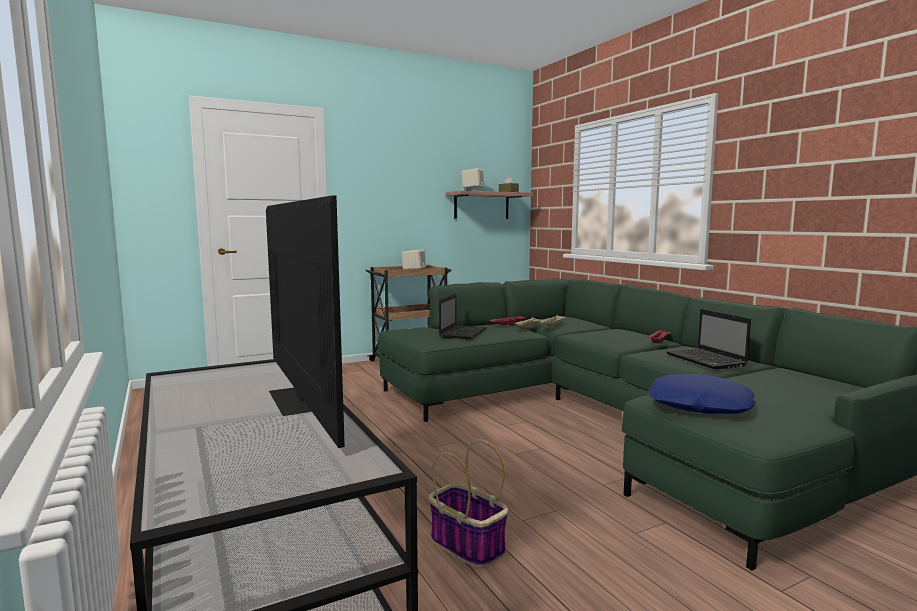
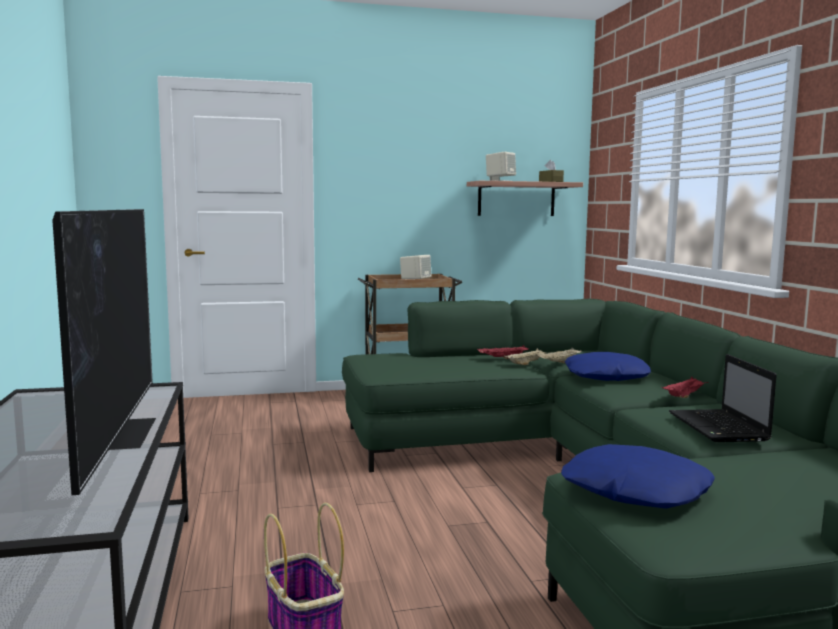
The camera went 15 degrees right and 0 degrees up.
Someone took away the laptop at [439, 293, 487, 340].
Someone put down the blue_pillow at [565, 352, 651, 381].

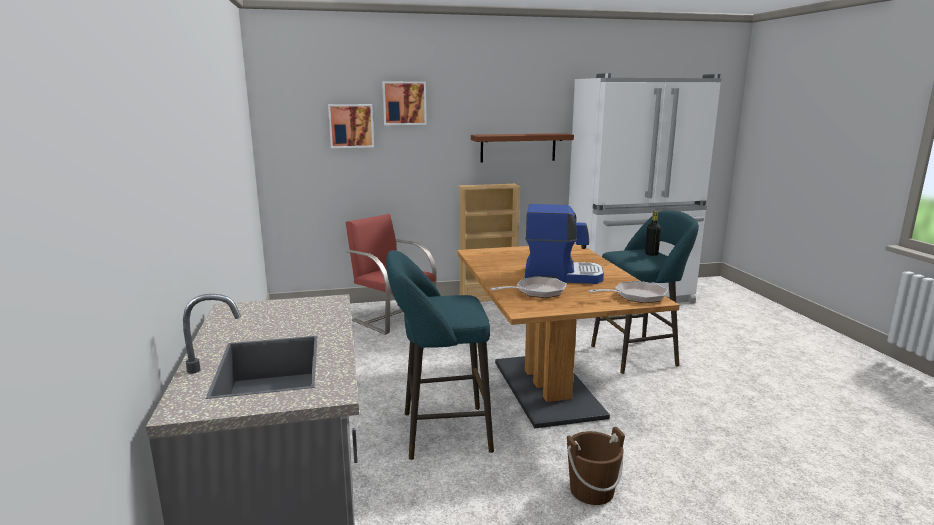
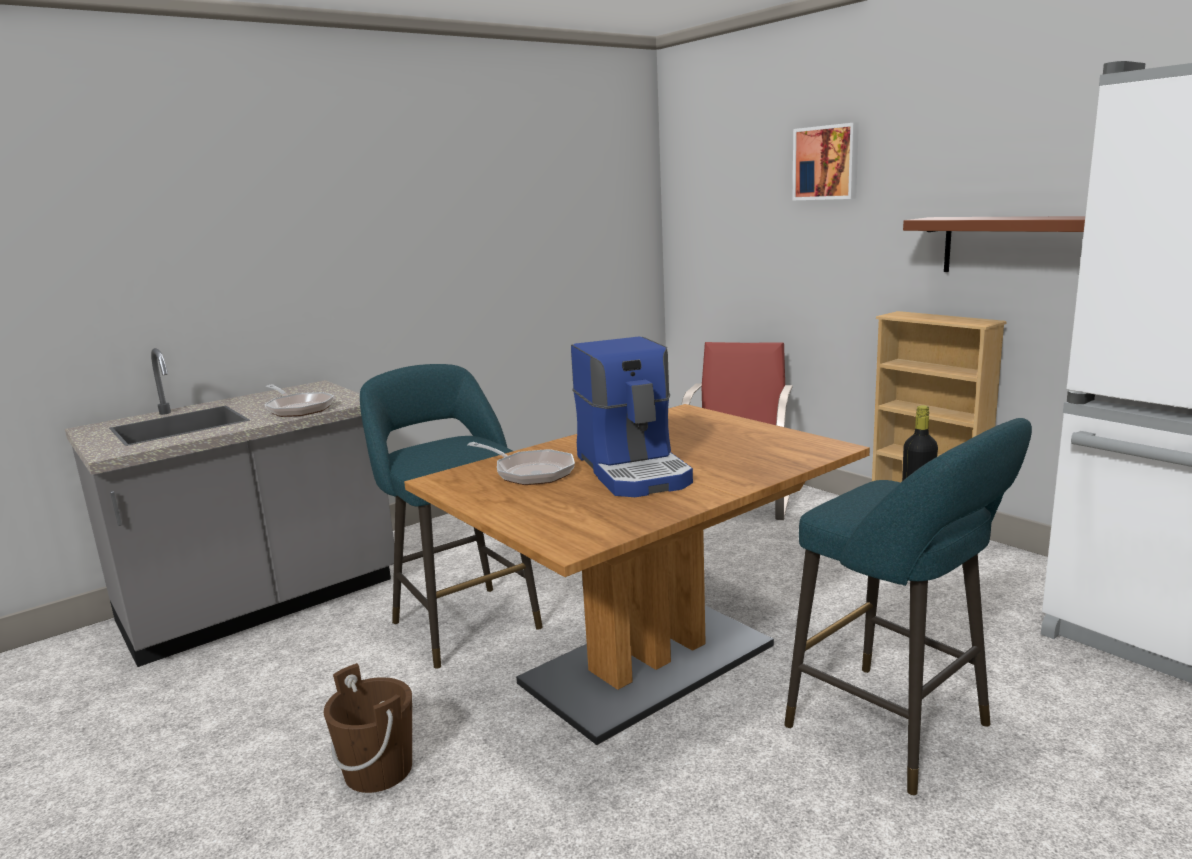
The camera went 65 degrees right and 0 degrees up.
Someone took away the picture at [328, 104, 374, 148].
Someone carried the frying_pan from [588, 281, 668, 303] to [264, 385, 334, 417].

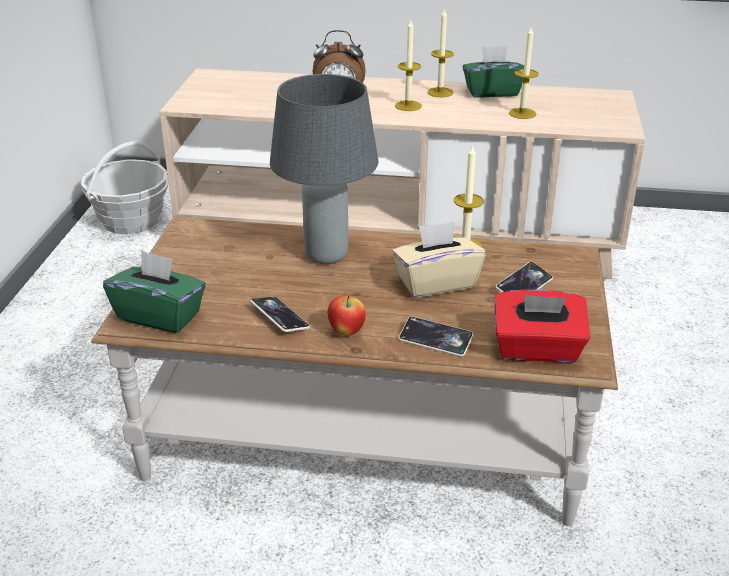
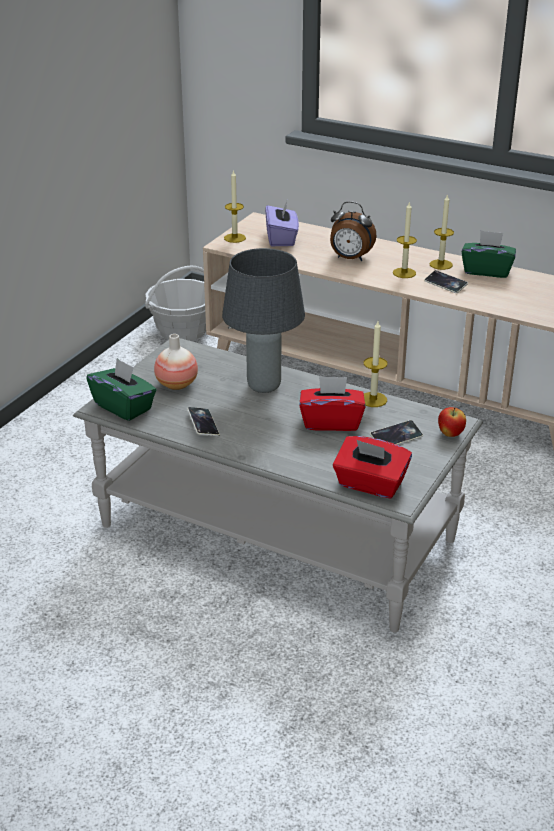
The camera went 20 degrees right and 0 degrees up.
Someone put down the vase at [154, 334, 198, 390].
Someone put down the purple_tissue_box at [265, 201, 299, 246].
Someone carried the apple from [328, 296, 366, 336] to [438, 407, 466, 437].
Someone carried the phone from [399, 316, 474, 357] to [424, 270, 468, 293].
Someone carried the candle from [509, 27, 539, 119] to [224, 170, 246, 243].
Someone repainted the brown_coffee_table at [91, 217, 618, 526], which became the grey_coffee_table at [73, 338, 483, 632].
Someone repainted the beige_tissue_box at [392, 221, 486, 298], which became the red_tissue_box at [299, 376, 365, 431].

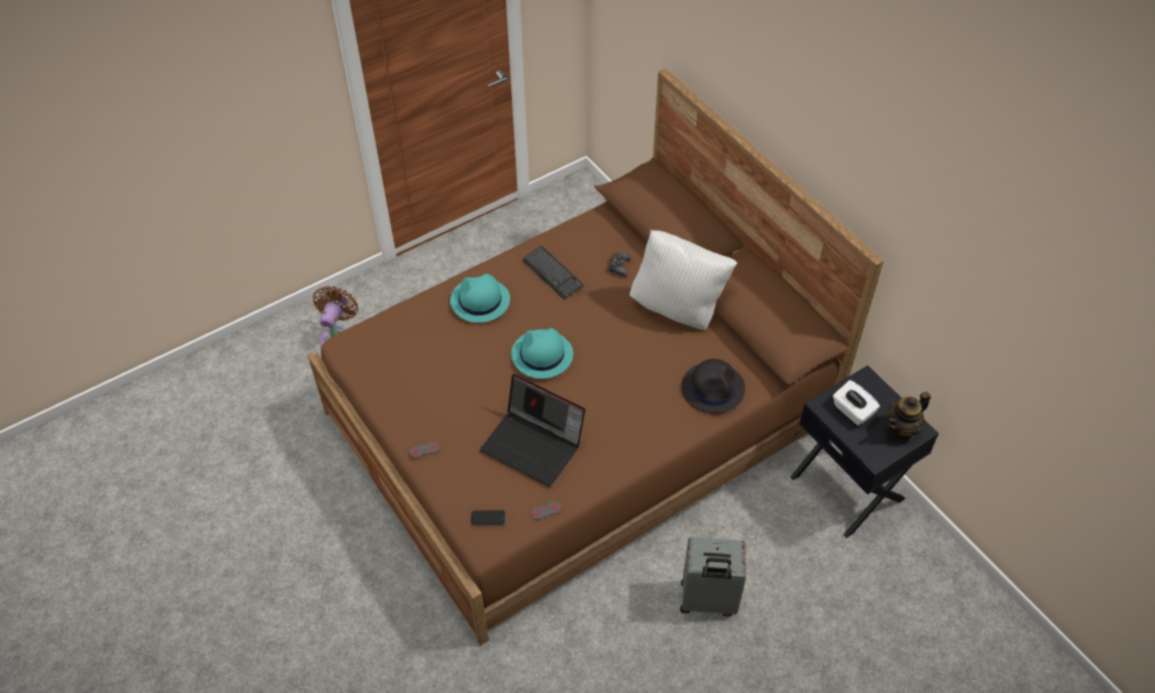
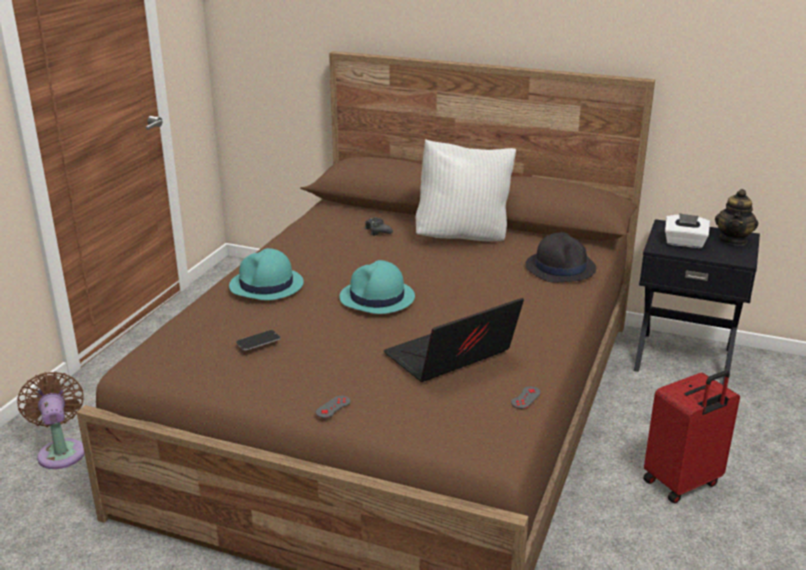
The camera went 35 degrees left and 25 degrees down.
Someone took away the keyboard at [522, 246, 583, 300].
Someone carried the phone from [471, 510, 506, 526] to [236, 330, 280, 350].
Someone repainted the grey_suitcase at [680, 537, 746, 616], which became the red_suitcase at [643, 371, 740, 503].
Someone rotated the laptop at [480, 374, 585, 487] by 150 degrees clockwise.

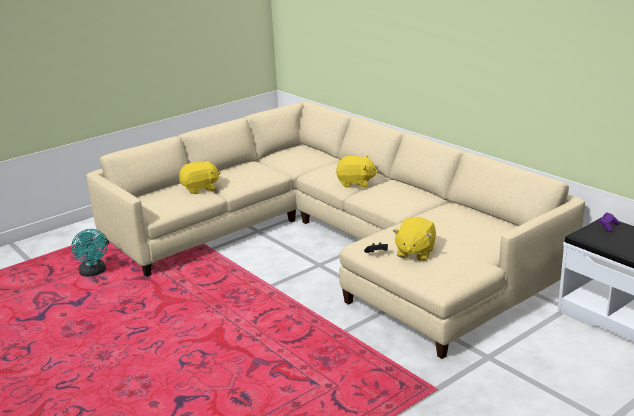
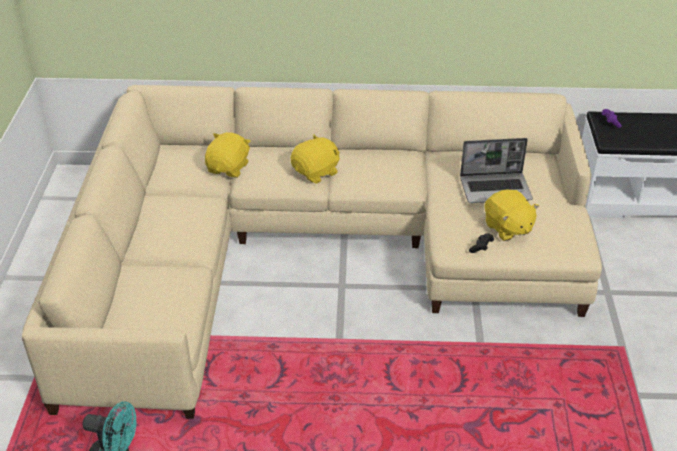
The camera went 50 degrees left and 15 degrees up.
Someone put down the laptop at [460, 138, 533, 203].
Someone carried the yellow_plush_toy from [179, 160, 220, 194] to [205, 132, 251, 177].

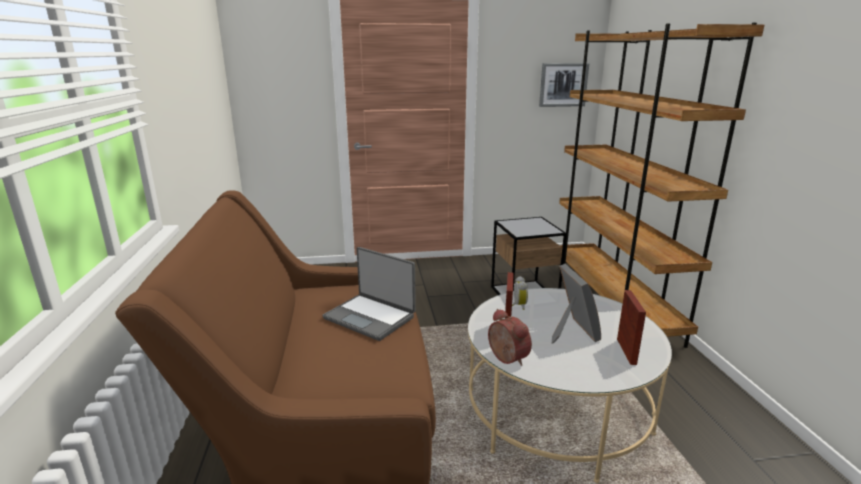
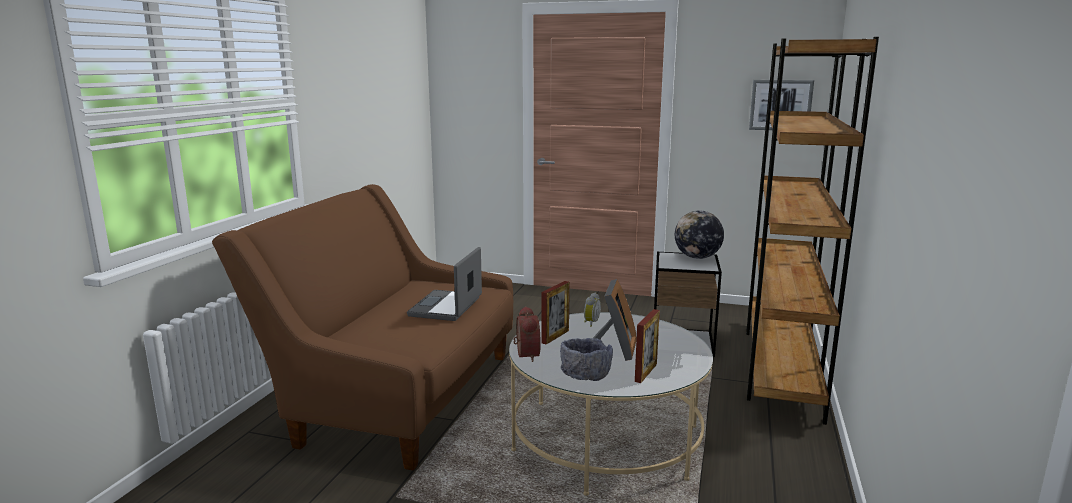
The camera went 25 degrees right and 5 degrees down.
Someone put down the grey_bowl at [560, 338, 613, 381].
Someone put down the globe at [675, 210, 724, 259].
Someone rotated the laptop at [322, 247, 416, 341] by 45 degrees clockwise.

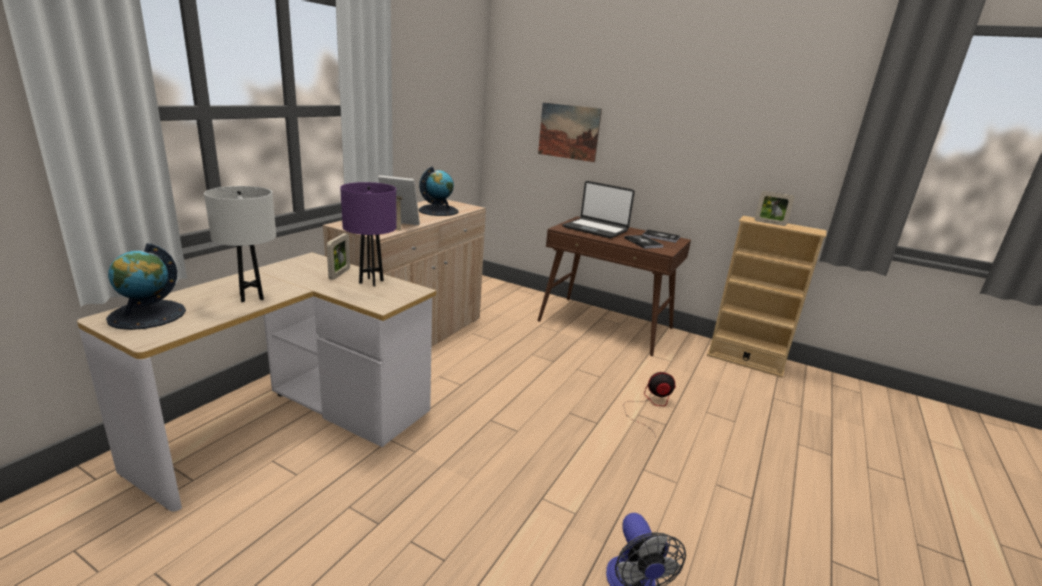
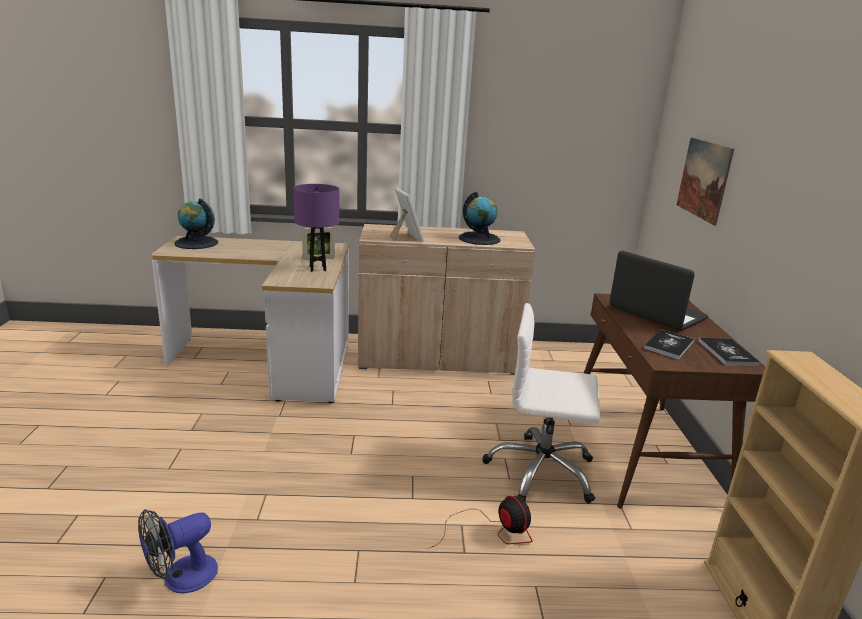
The camera went 60 degrees right and 0 degrees up.
Someone took away the white_table_lamp at [204, 186, 276, 302].
Someone took away the picture_frame at [755, 191, 794, 226].
Someone put down the white_office_chair at [482, 303, 600, 504].
Someone rotated the laptop at [563, 181, 635, 238] by 135 degrees clockwise.

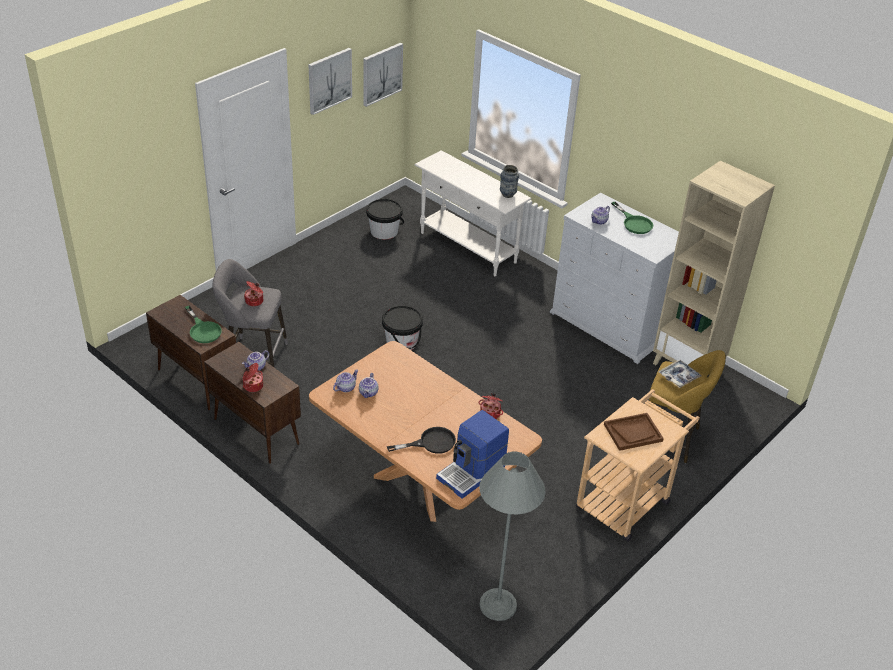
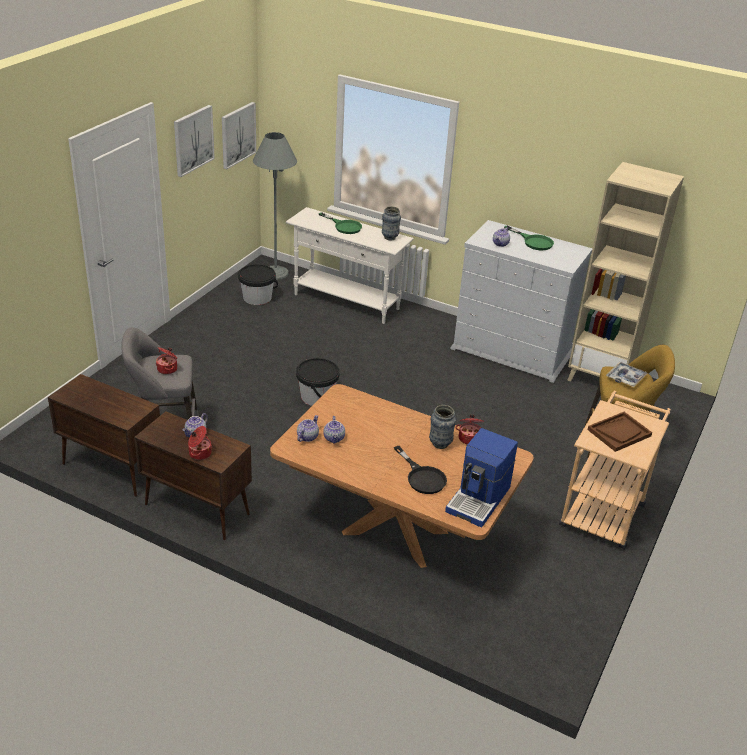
The camera went 15 degrees left and 5 degrees down.
Someone put down the vase at [429, 405, 456, 449].
Someone carried the green_frying_pan from [185, 306, 222, 343] to [319, 212, 362, 234].
Someone carried the grey_floor_lamp from [479, 451, 546, 621] to [253, 132, 297, 280].
Someone rotated the black_frying_pan at [387, 427, 456, 454] by 90 degrees clockwise.

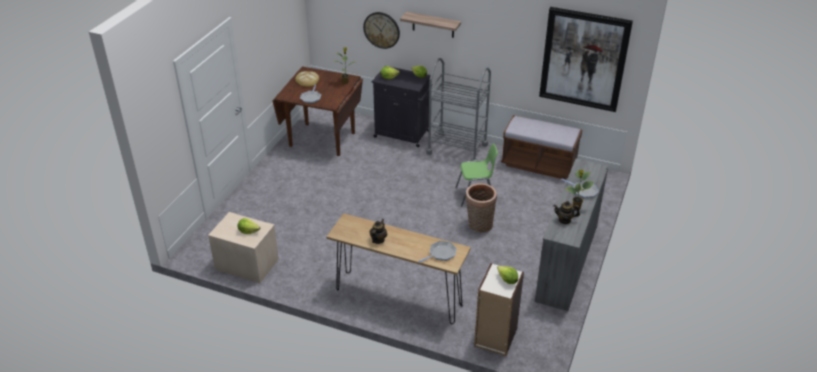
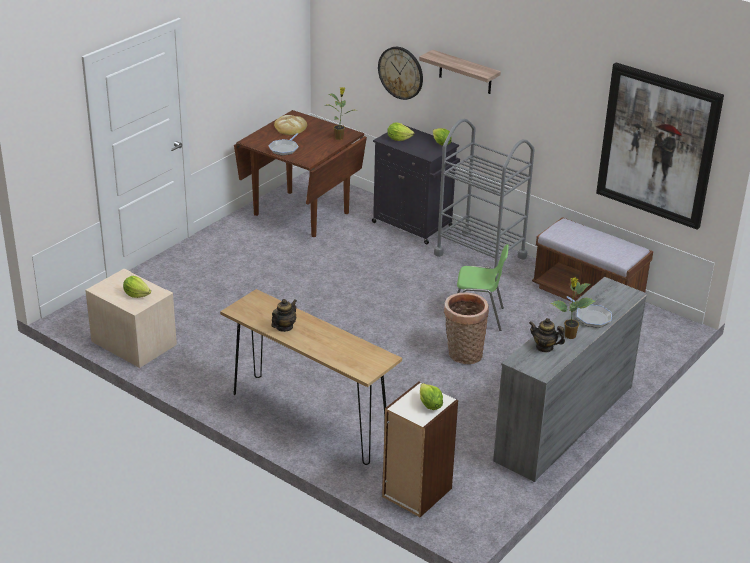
The camera went 15 degrees right and 5 degrees down.
Someone took away the frying_pan at [418, 241, 457, 263].

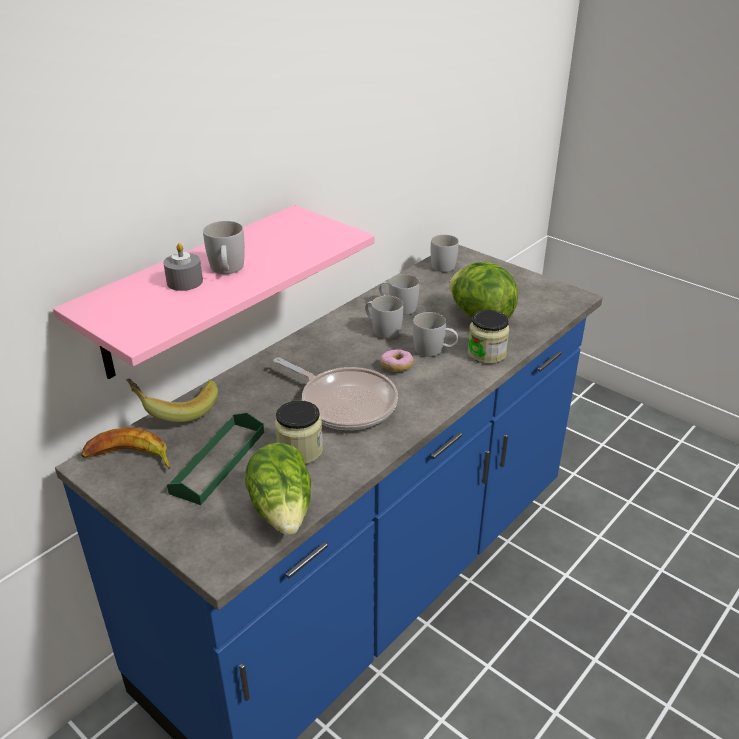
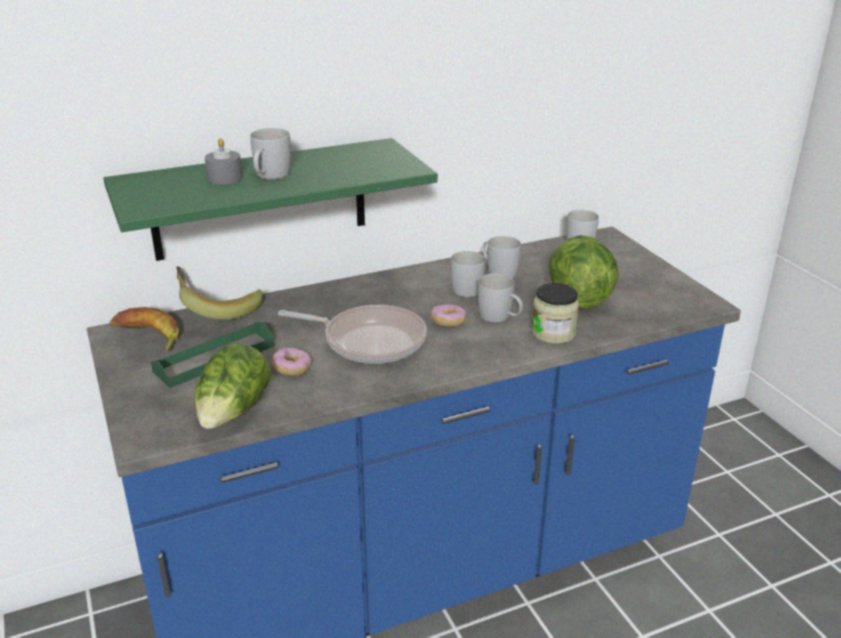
The camera went 25 degrees right and 5 degrees down.
Someone swapped the jar at [275, 400, 323, 464] for the donut at [272, 348, 312, 376].
Someone repainted the pink_shelf at [53, 205, 375, 379], which became the green_shelf at [103, 138, 438, 261].
Someone rotated the frying_pan at [273, 357, 398, 430] by 45 degrees counterclockwise.

